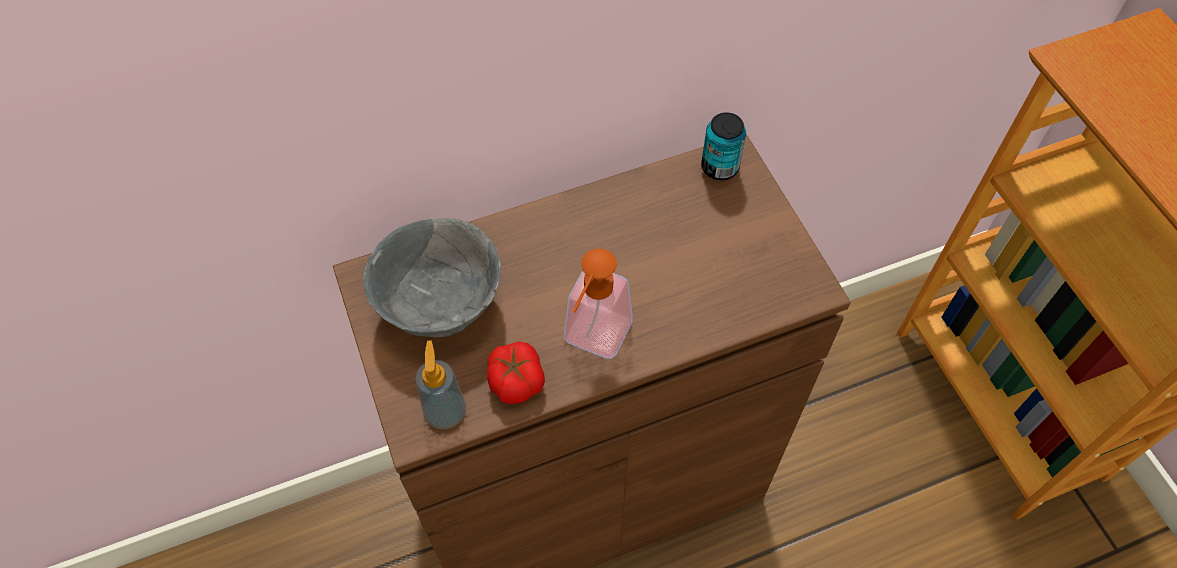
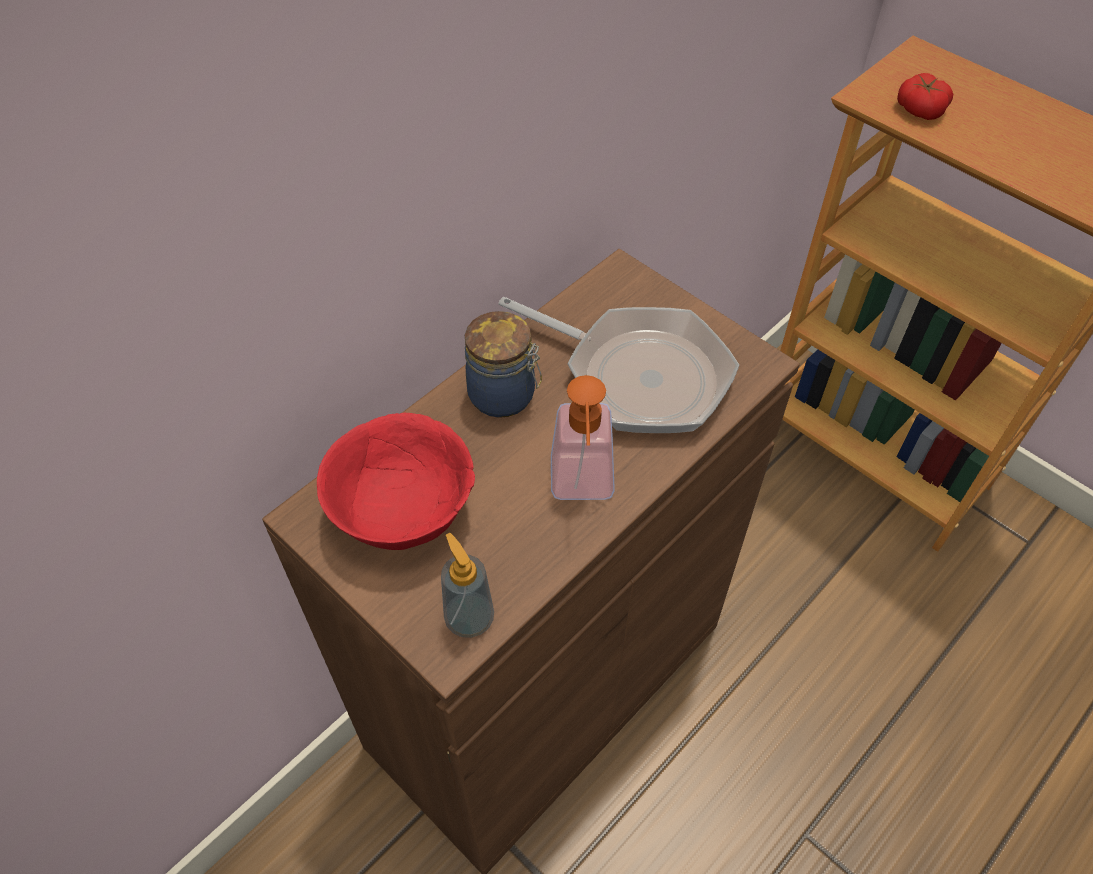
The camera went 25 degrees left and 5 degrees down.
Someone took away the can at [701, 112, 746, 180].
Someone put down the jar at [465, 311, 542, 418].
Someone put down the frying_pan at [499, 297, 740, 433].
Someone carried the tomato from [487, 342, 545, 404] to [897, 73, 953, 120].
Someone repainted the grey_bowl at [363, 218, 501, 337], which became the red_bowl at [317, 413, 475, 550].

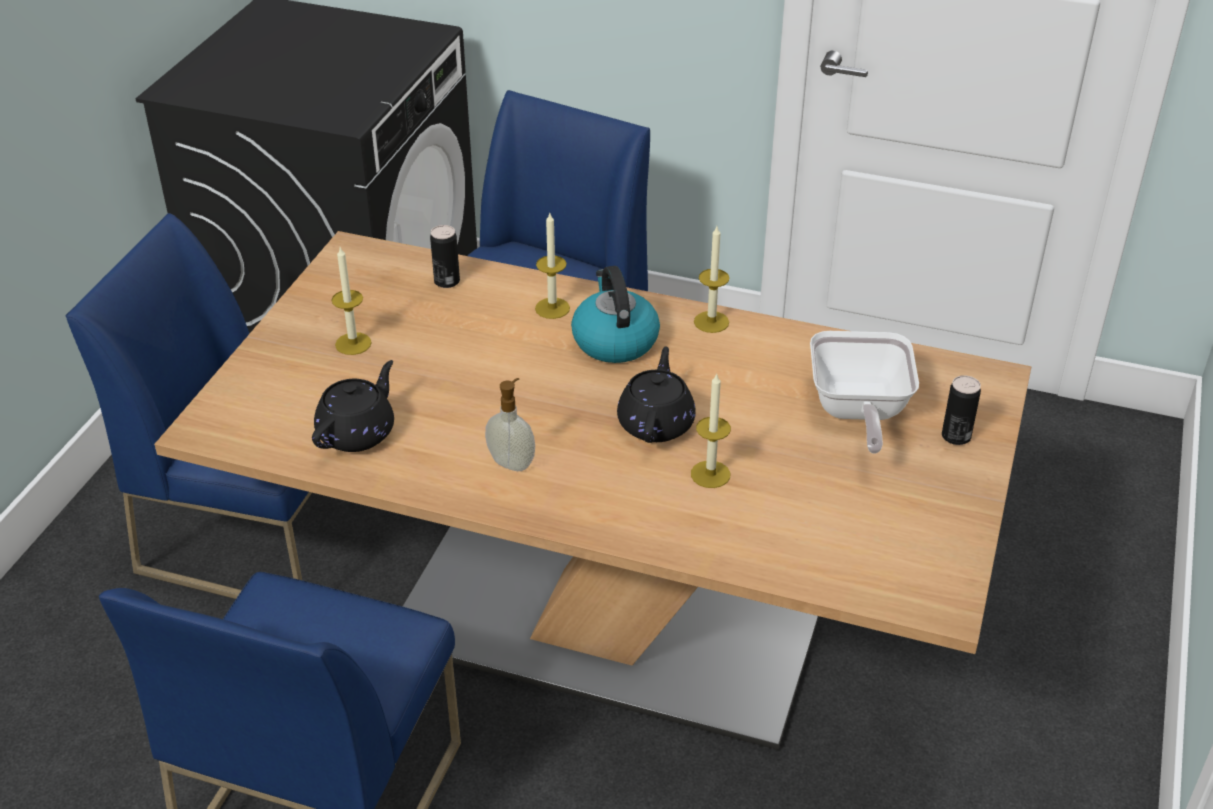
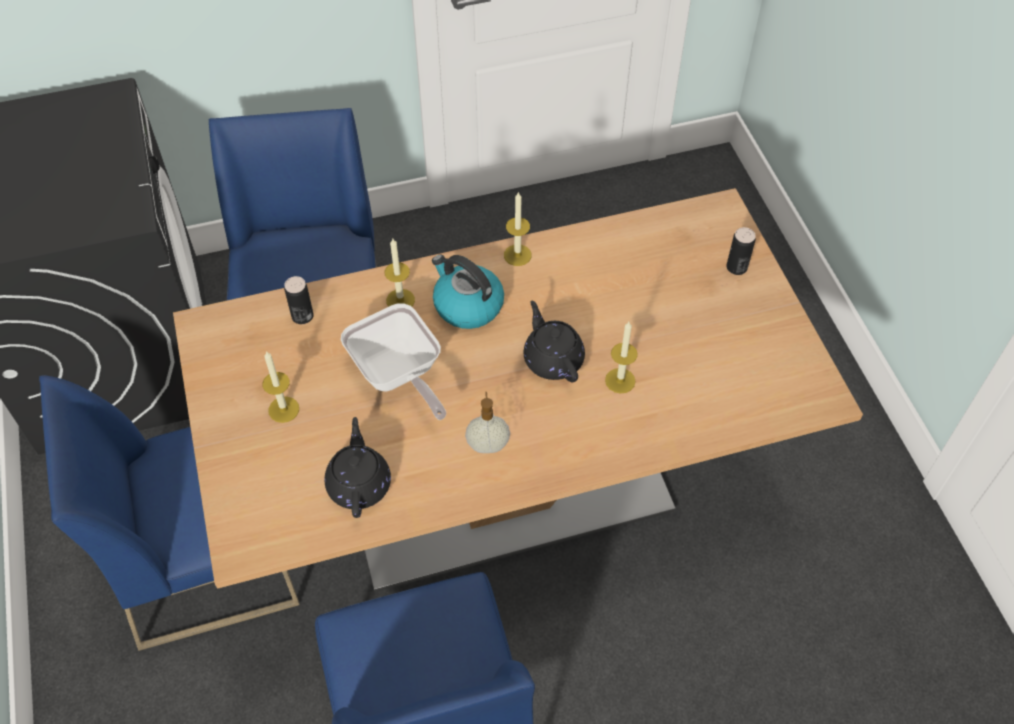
The camera went 35 degrees left and 15 degrees up.
Someone carried the frying_pan from [810, 331, 919, 454] to [341, 303, 446, 420].

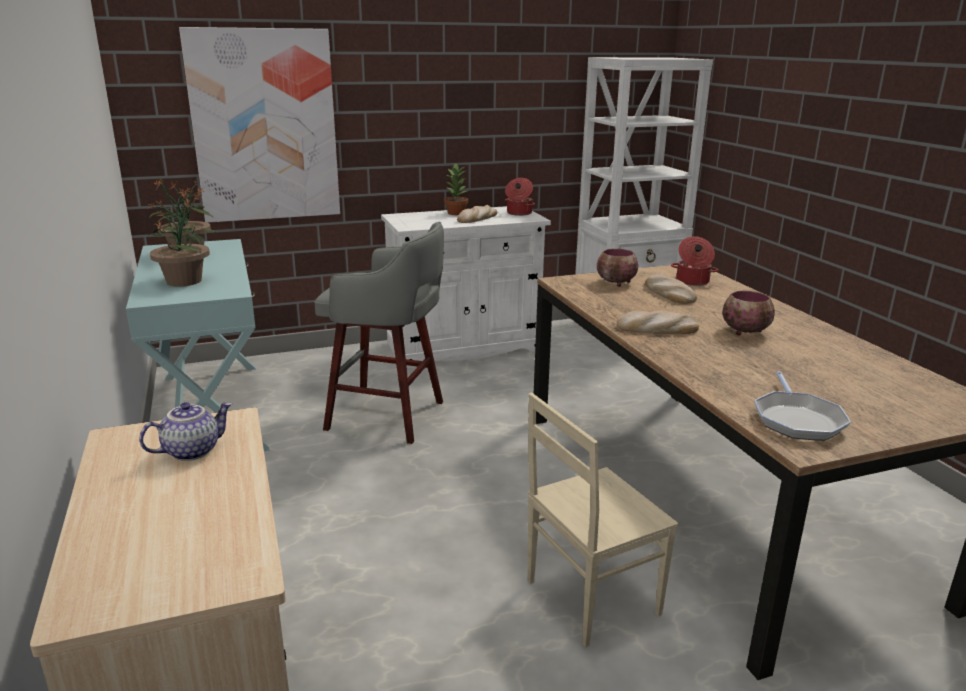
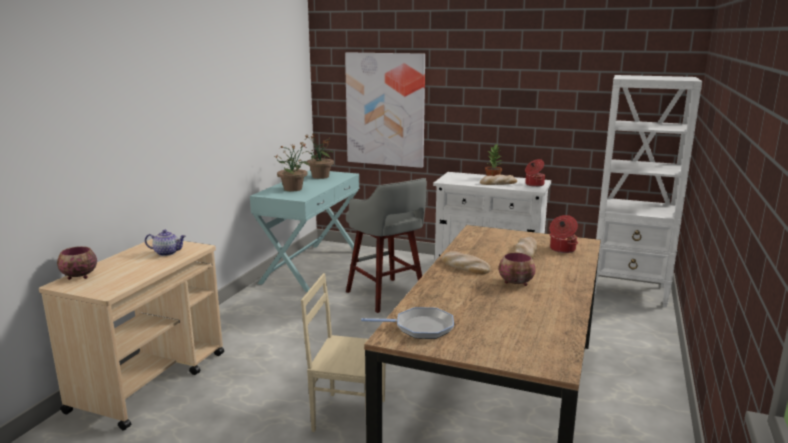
The camera went 40 degrees right and 5 degrees down.
Someone carried the bowl from [597, 248, 638, 287] to [57, 246, 97, 280].
Someone rotated the frying_pan at [754, 372, 851, 441] by 135 degrees counterclockwise.

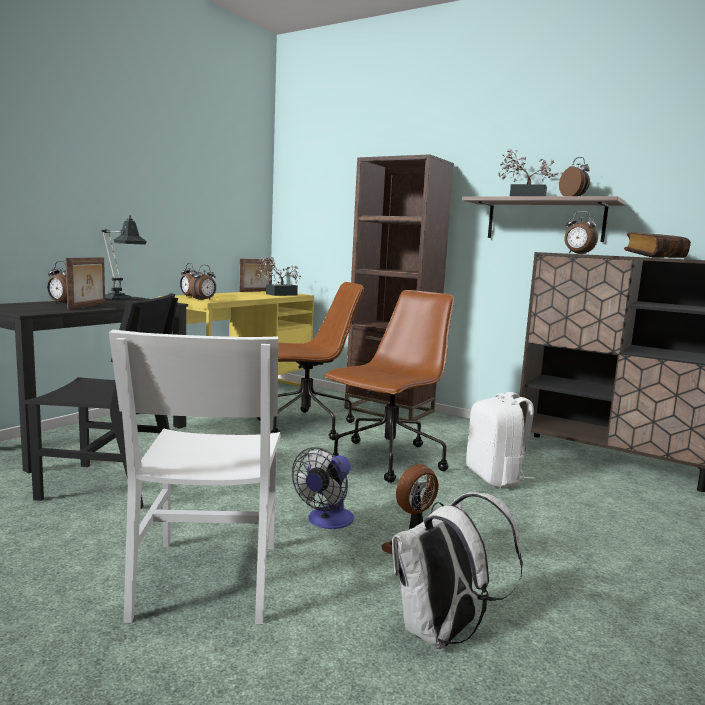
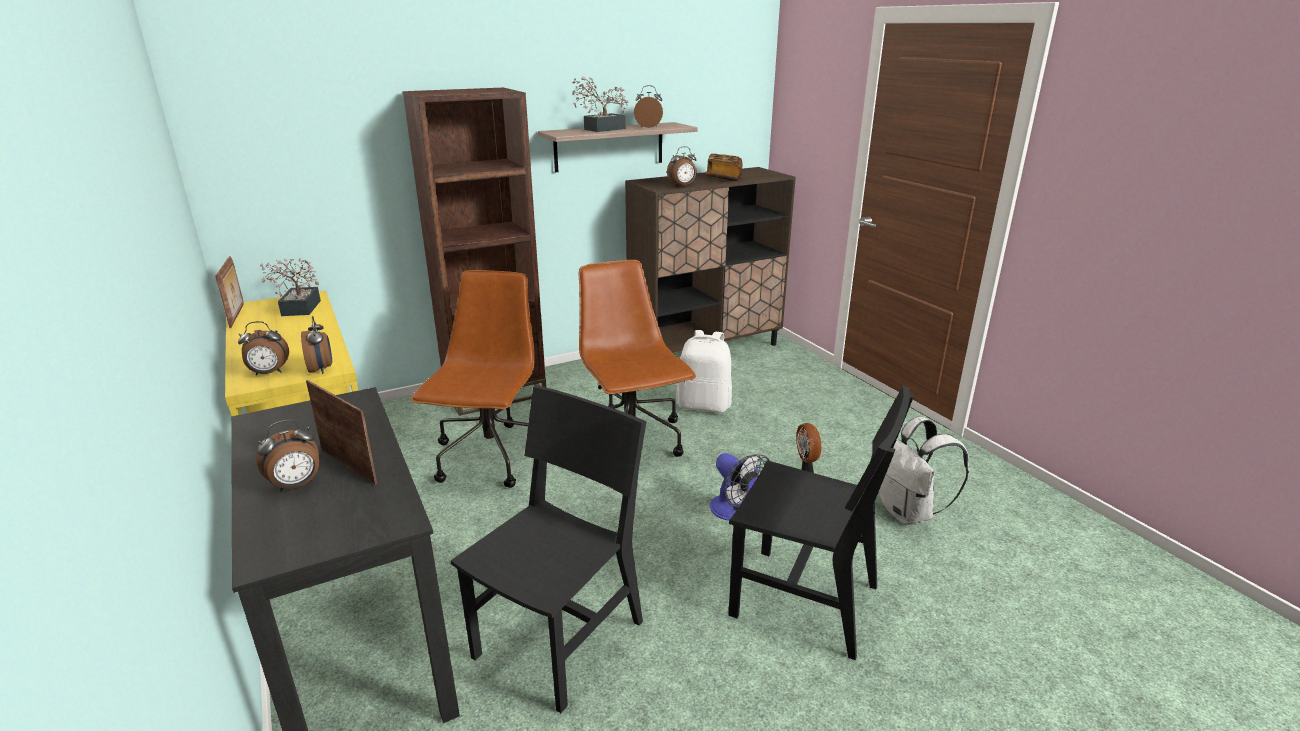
The camera went 60 degrees left and 15 degrees up.
Someone took away the table_lamp at [102, 215, 147, 300].
Someone repainted the white_chair at [109, 330, 281, 624], which became the black_chair at [729, 386, 914, 660].

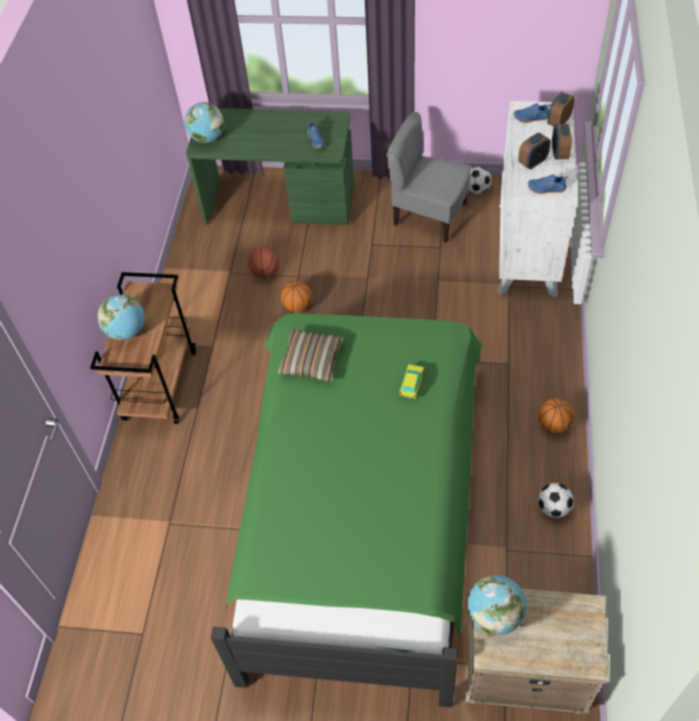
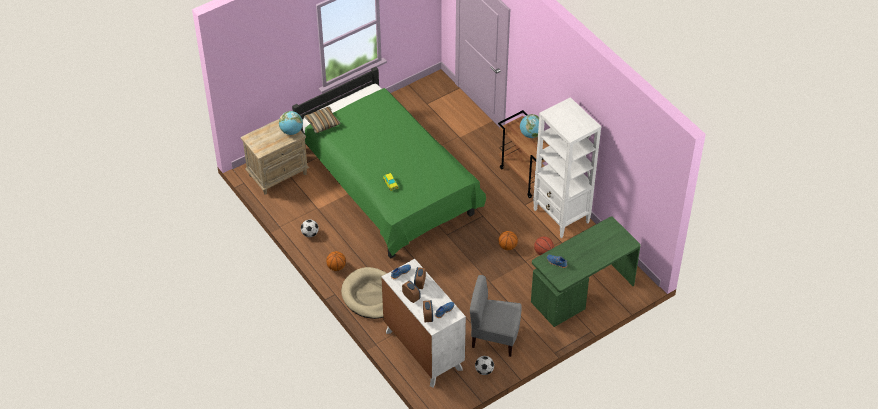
The camera went 135 degrees right and 5 degrees down.
Someone took away the globe at [185, 102, 224, 143].
Someone put down the beige_dog_bed at [341, 267, 387, 319].
Someone put down the white_bookcase at [533, 97, 601, 238].
Someone carried the pillow from [277, 329, 344, 382] to [304, 107, 341, 133].
Someone rotated the grey_chair at [386, 112, 471, 242] by 150 degrees counterclockwise.

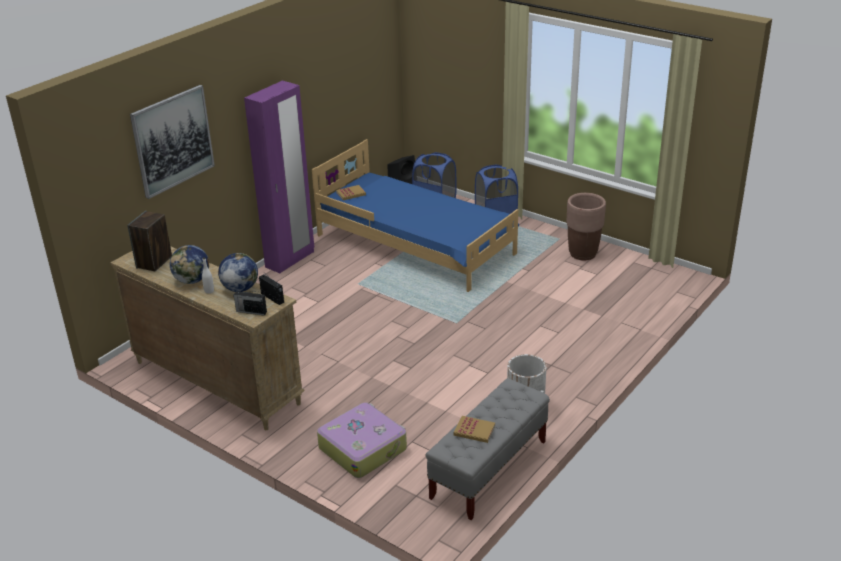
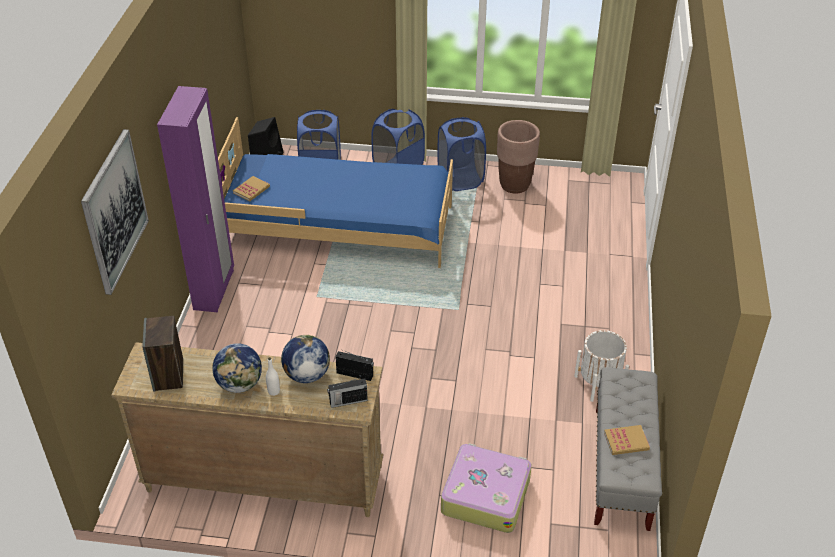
The camera went 30 degrees left and 10 degrees up.
Someone put down the blue_laundry_basket at [437, 117, 486, 191].

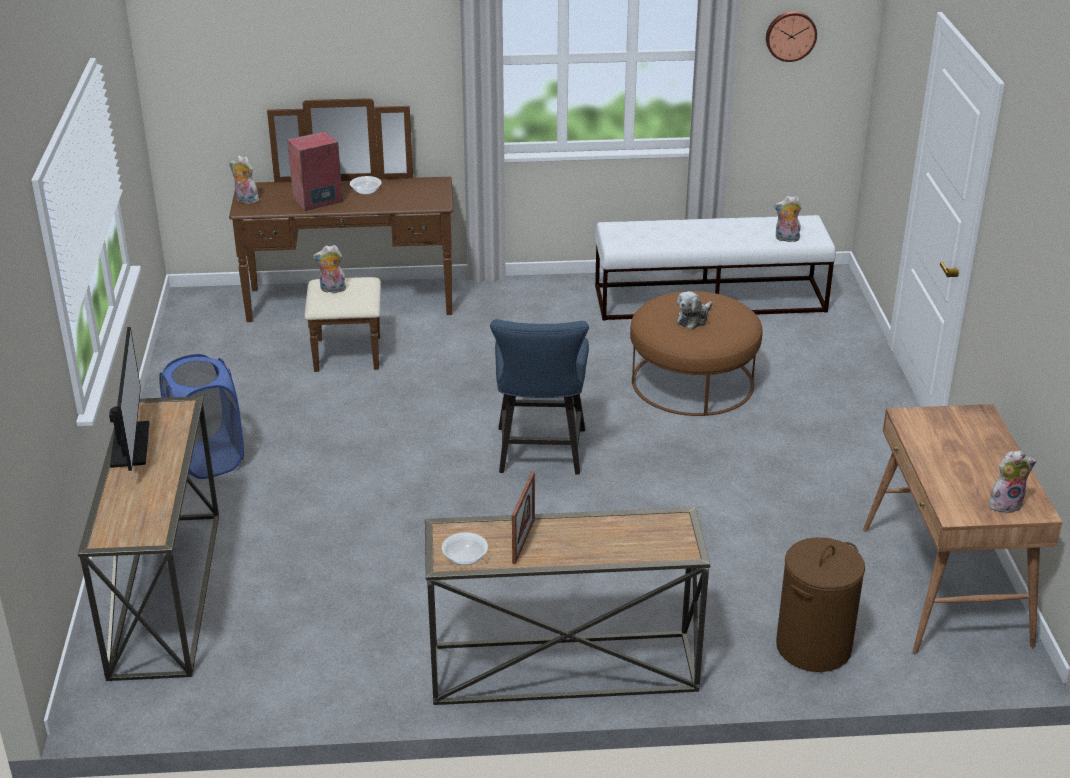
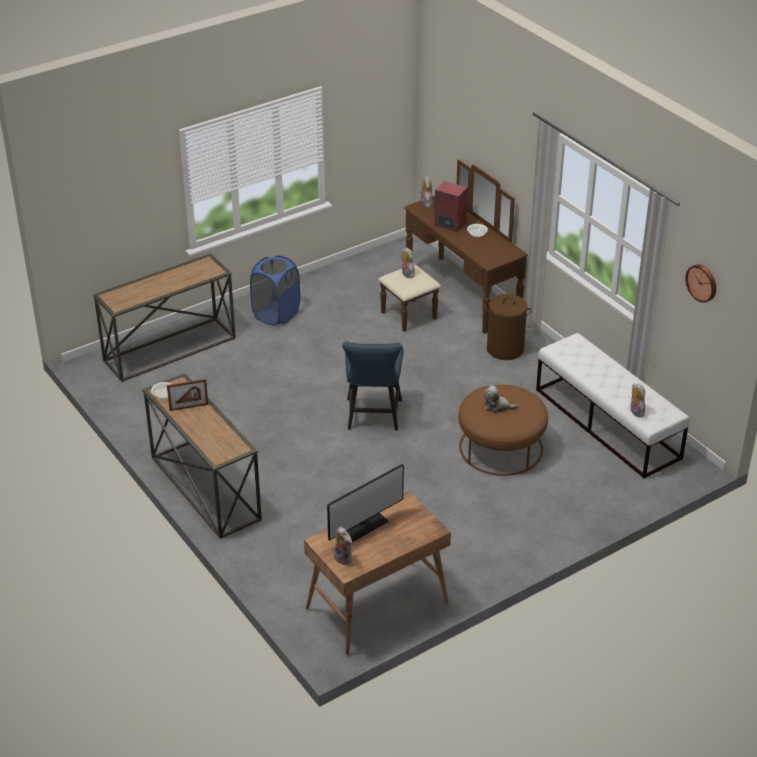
The camera went 60 degrees right and 5 degrees up.
Someone carried the monitor from [109, 327, 150, 471] to [327, 464, 404, 542].
Someone carried the brown_laundry_basket from [776, 537, 865, 672] to [484, 294, 532, 360].
Someone rotated the blue_chair at [490, 319, 589, 475] by 60 degrees counterclockwise.

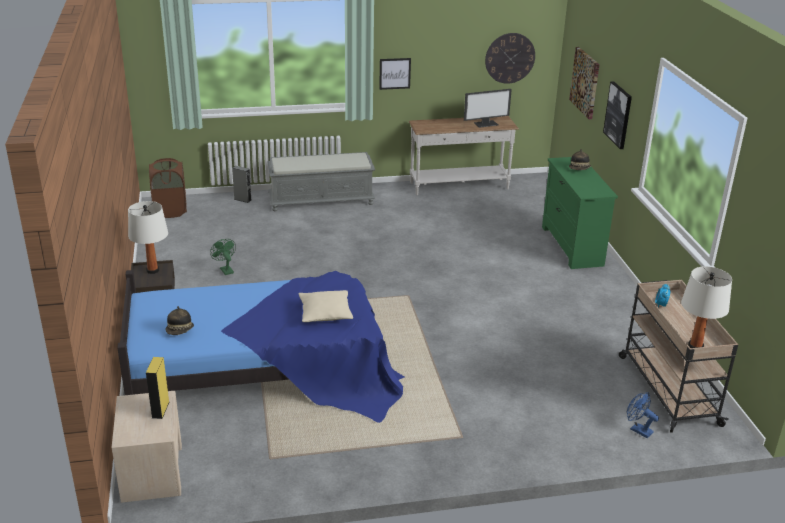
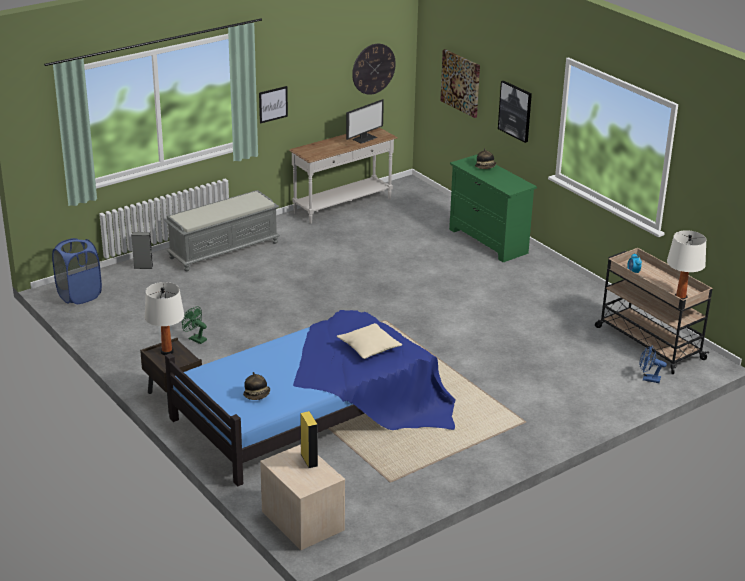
The camera went 25 degrees left and 0 degrees up.
Someone repainted the brown_laundry_basket at [149, 158, 187, 218], which became the blue_laundry_basket at [52, 238, 102, 304].

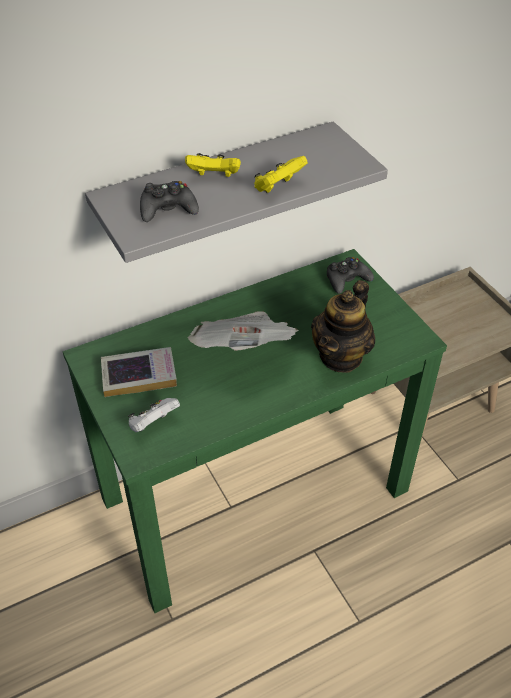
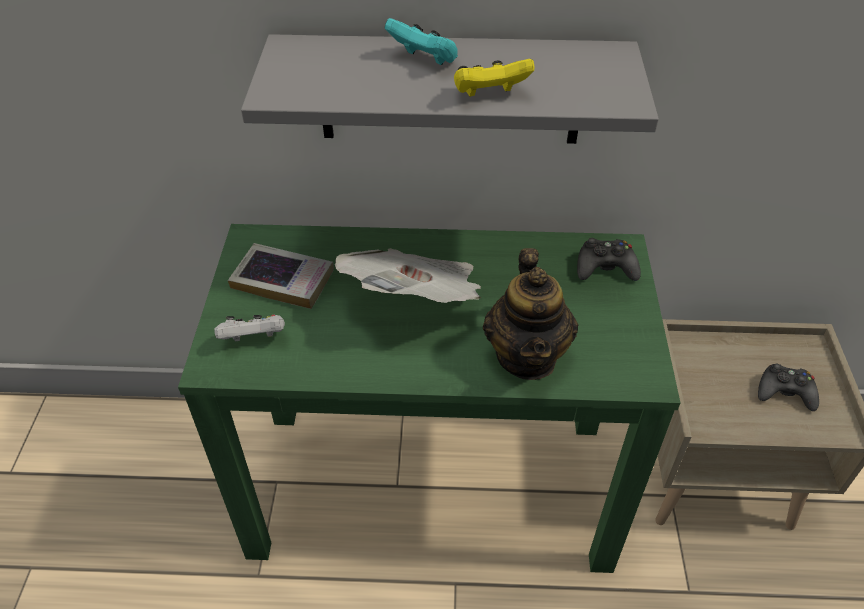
The camera went 30 degrees right and 0 degrees up.
Someone carried the black_game_controller from [140, 181, 199, 222] to [758, 363, 819, 411].
Someone repainted the yellow_game_controller at [185, 153, 241, 177], which became the turquoise_game_controller at [385, 18, 458, 65].
Someone rotated the teapot at [311, 280, 375, 373] by 60 degrees counterclockwise.

